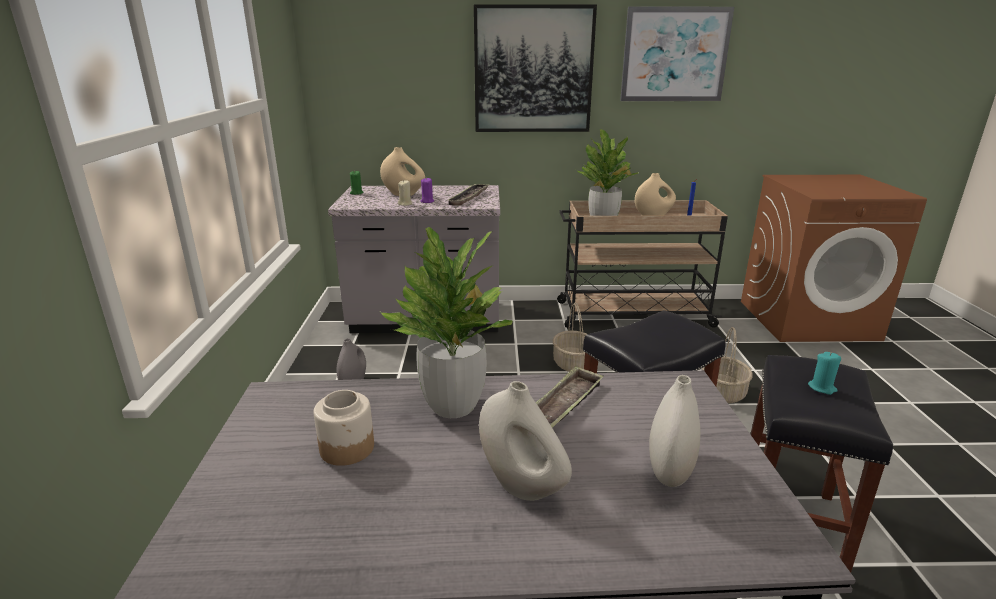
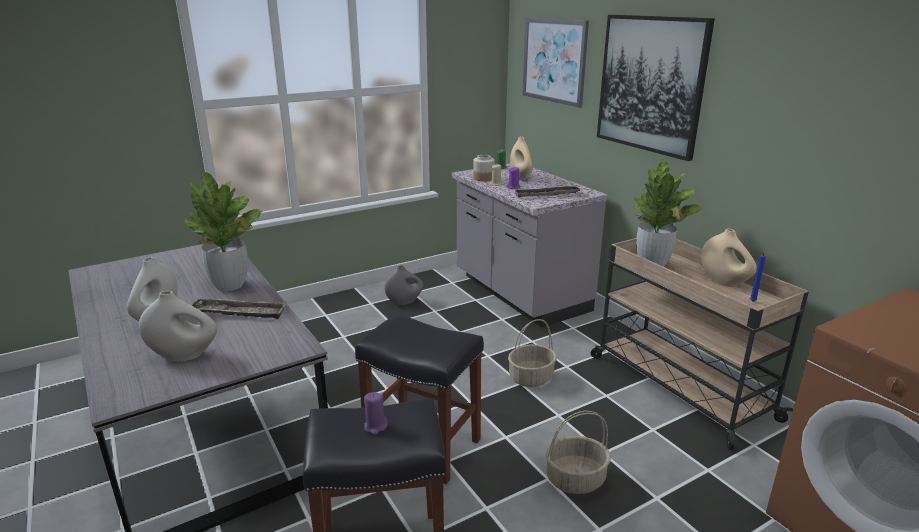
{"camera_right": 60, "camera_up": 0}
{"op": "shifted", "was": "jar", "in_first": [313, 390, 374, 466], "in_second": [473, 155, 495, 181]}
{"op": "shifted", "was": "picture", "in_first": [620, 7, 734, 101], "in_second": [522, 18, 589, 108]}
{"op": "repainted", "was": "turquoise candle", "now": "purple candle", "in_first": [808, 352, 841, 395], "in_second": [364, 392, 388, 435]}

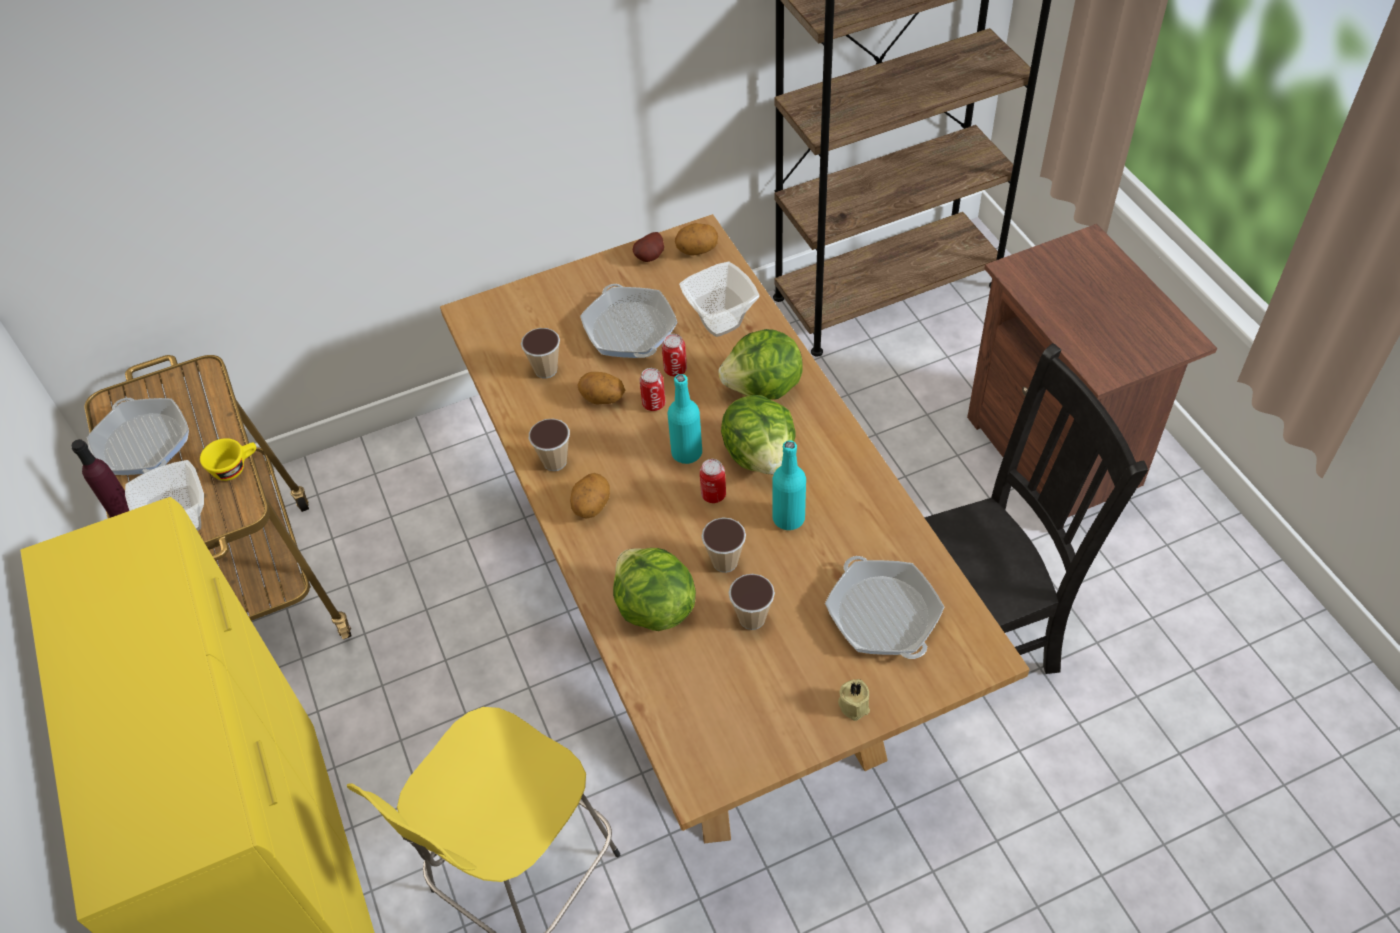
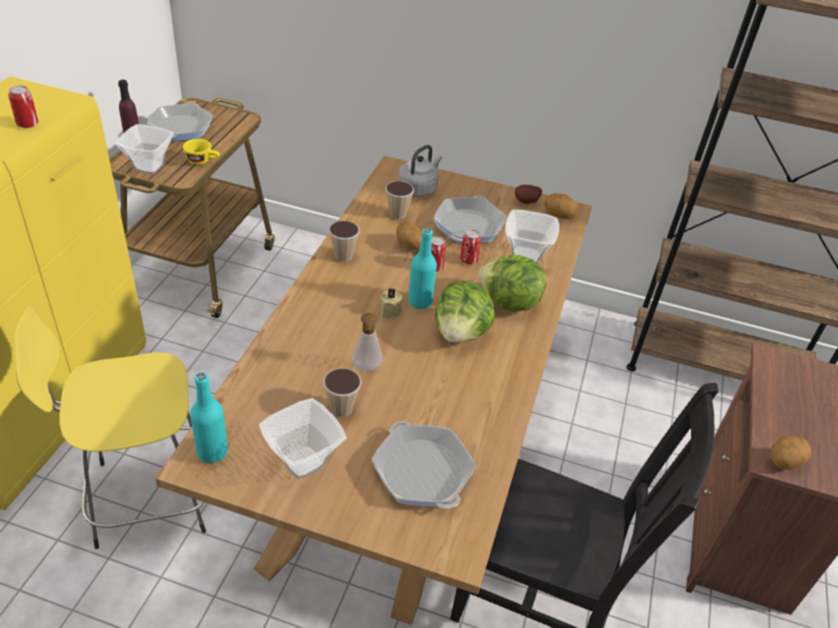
{"camera_right": 35, "camera_up": -10}
{"op": "gone", "was": "lettuce", "in_first": [613, 548, 696, 631]}
{"op": "new", "now": "bowl", "in_second": [259, 398, 346, 479]}
{"op": "new", "now": "grey kettle", "in_second": [398, 145, 442, 197]}
{"op": "shifted", "was": "potato", "in_first": [570, 473, 610, 518], "in_second": [770, 436, 811, 470]}
{"op": "shifted", "was": "can", "in_first": [700, 459, 726, 503], "in_second": [8, 85, 38, 128]}
{"op": "shifted", "was": "turquoise bottle", "in_first": [772, 440, 806, 530], "in_second": [190, 373, 228, 463]}
{"op": "shifted", "was": "beige candle", "in_first": [838, 679, 870, 721], "in_second": [380, 288, 403, 320]}
{"op": "swapped", "was": "cup", "now": "soap dispenser", "in_first": [701, 517, 746, 573], "in_second": [351, 313, 383, 371]}
{"op": "rotated", "was": "frying pan", "in_first": [825, 556, 944, 659], "in_second": [372, 421, 476, 509], "clockwise": -45}

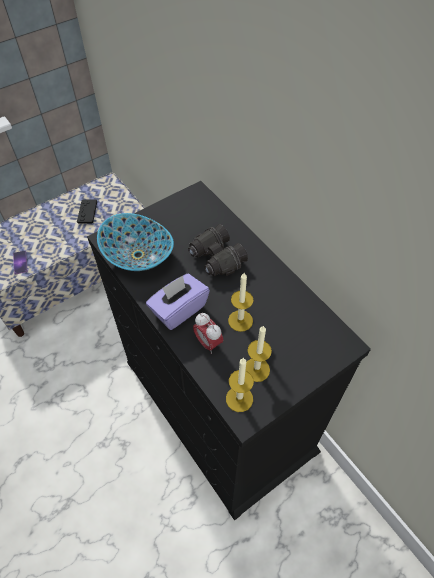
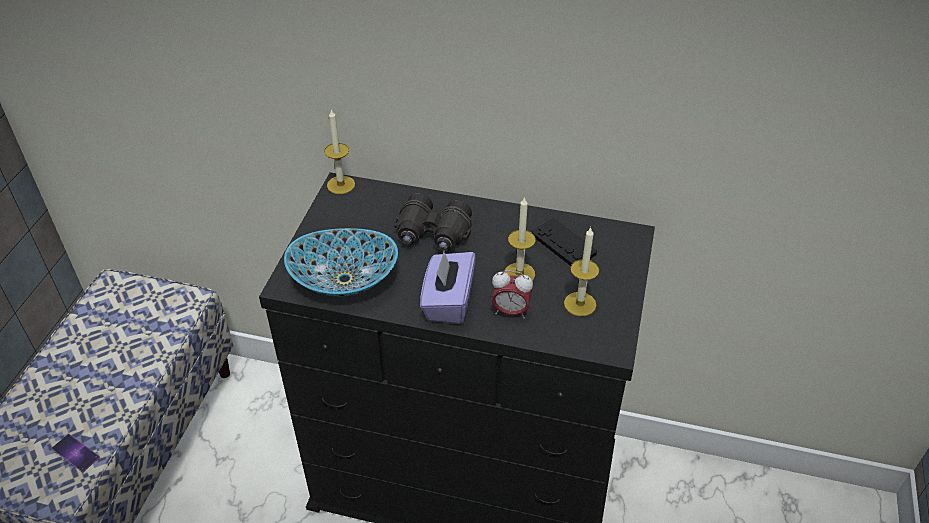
{"camera_right": -40, "camera_up": -10}
{"op": "shifted", "was": "black game controller", "in_first": [77, 199, 97, 224], "in_second": [531, 219, 597, 266]}
{"op": "shifted", "was": "candle", "in_first": [226, 358, 254, 412], "in_second": [324, 109, 355, 194]}

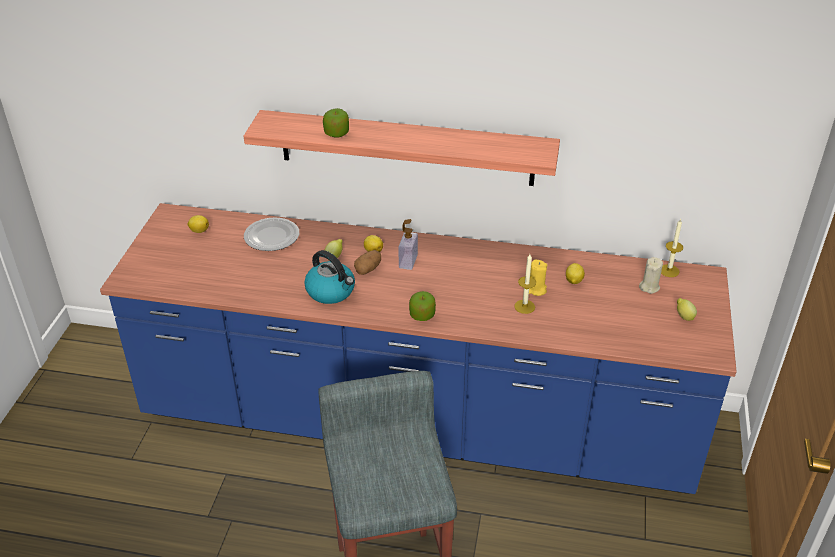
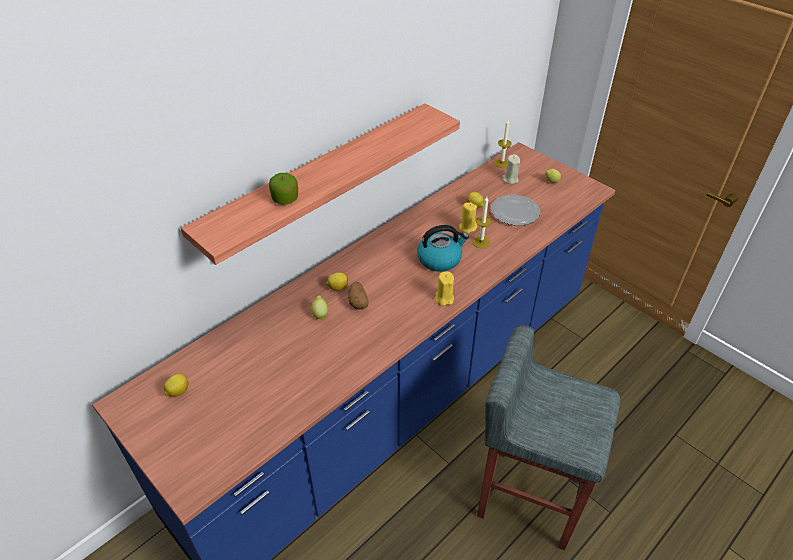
{"camera_right": -55, "camera_up": 5}
{"op": "gone", "was": "soap dispenser", "in_first": [398, 219, 418, 270]}
{"op": "shifted", "was": "plate", "in_first": [244, 218, 299, 251], "in_second": [491, 195, 540, 226]}
{"op": "shifted", "was": "kettle", "in_first": [304, 250, 355, 304], "in_second": [417, 225, 469, 272]}
{"op": "swapped", "was": "apple", "now": "yellow candle", "in_first": [409, 291, 436, 321], "in_second": [435, 271, 454, 306]}

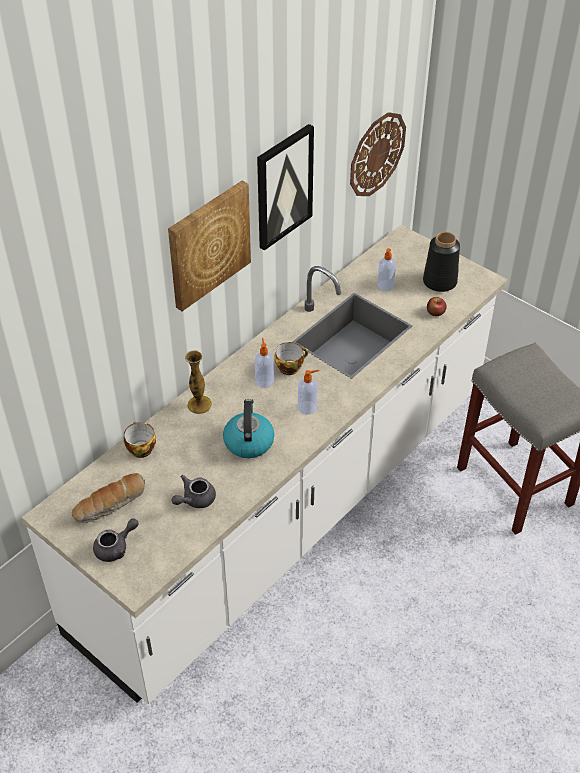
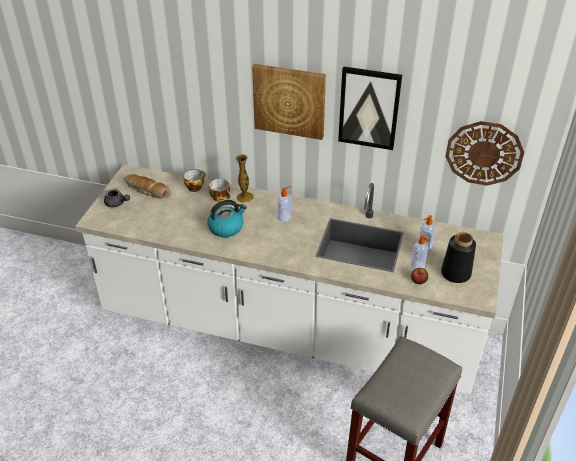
{"camera_right": 65, "camera_up": -5}
{"op": "gone", "was": "grey teapot", "in_first": [172, 475, 216, 508]}
{"op": "shifted", "was": "cup", "in_first": [275, 342, 308, 375], "in_second": [209, 179, 231, 202]}
{"op": "shifted", "was": "soap dispenser", "in_first": [298, 370, 319, 415], "in_second": [411, 235, 430, 269]}

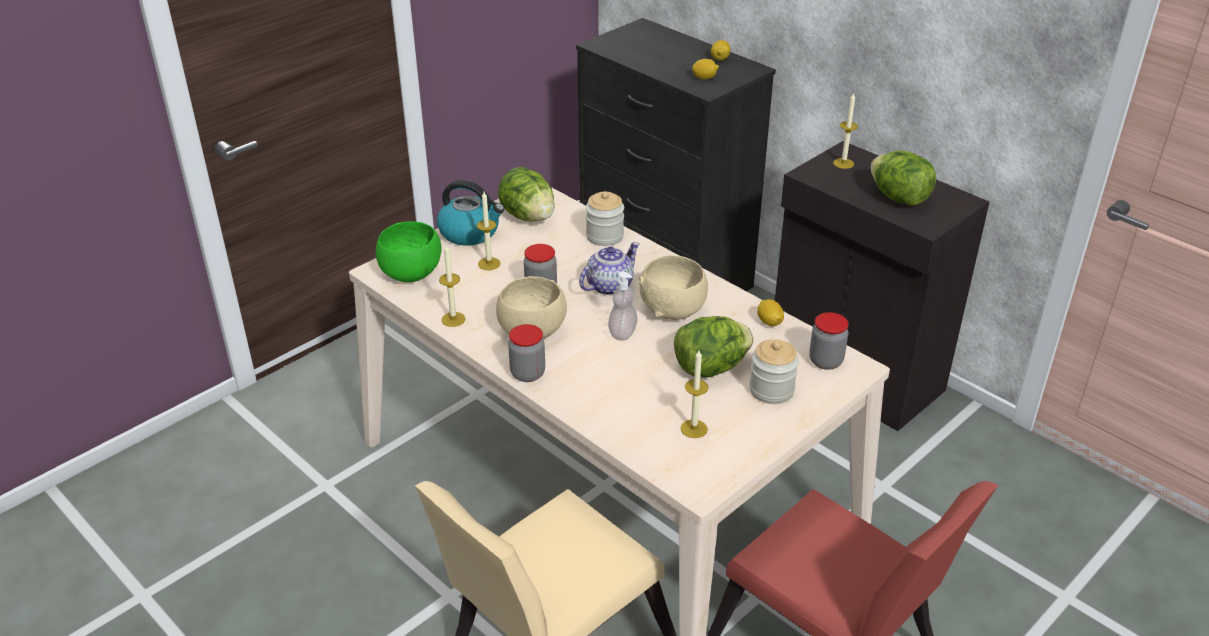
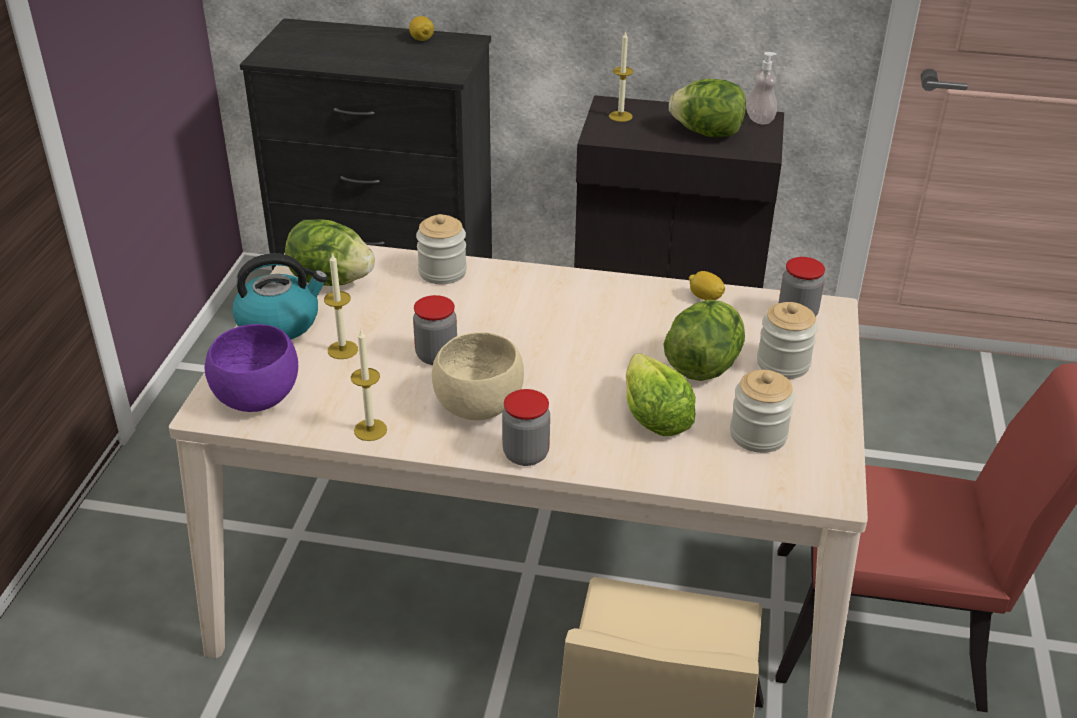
{"camera_right": -35, "camera_up": 0}
{"op": "gone", "was": "teapot", "in_first": [579, 242, 640, 295]}
{"op": "gone", "was": "beige bowl", "in_first": [638, 255, 708, 320]}
{"op": "gone", "was": "lemon", "in_first": [692, 59, 719, 80]}
{"op": "new", "now": "lettuce", "in_second": [626, 353, 696, 436]}
{"op": "shifted", "was": "soap dispenser", "in_first": [608, 272, 638, 341], "in_second": [746, 52, 777, 125]}
{"op": "swapped", "was": "candle", "now": "jar", "in_first": [681, 350, 709, 438], "in_second": [730, 370, 795, 453]}
{"op": "repainted", "was": "green bowl", "now": "purple bowl", "in_first": [376, 221, 441, 282], "in_second": [205, 324, 298, 412]}

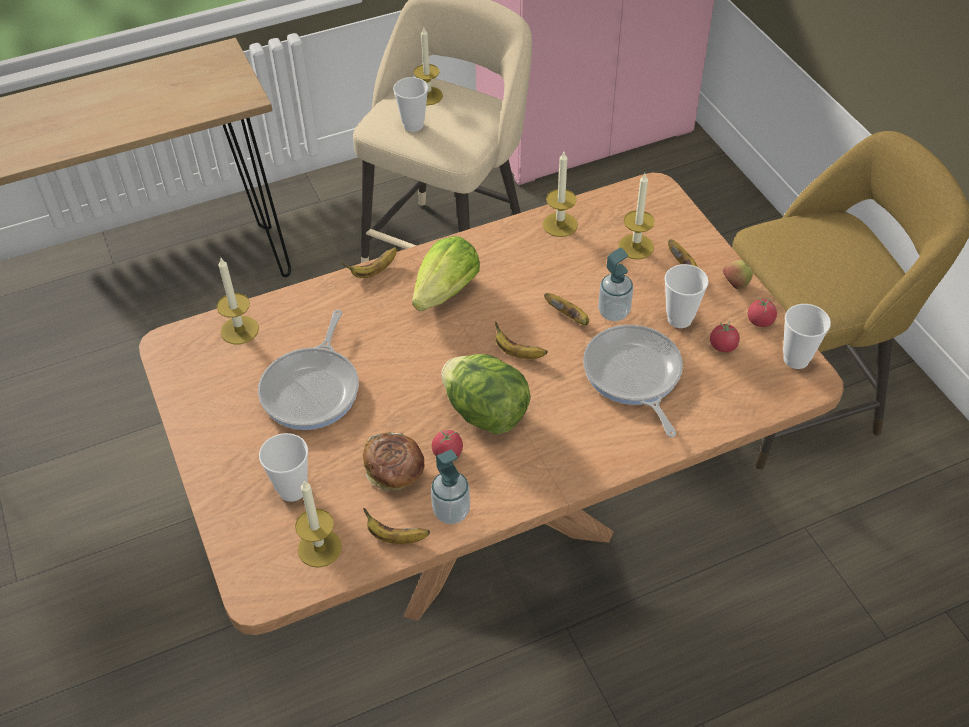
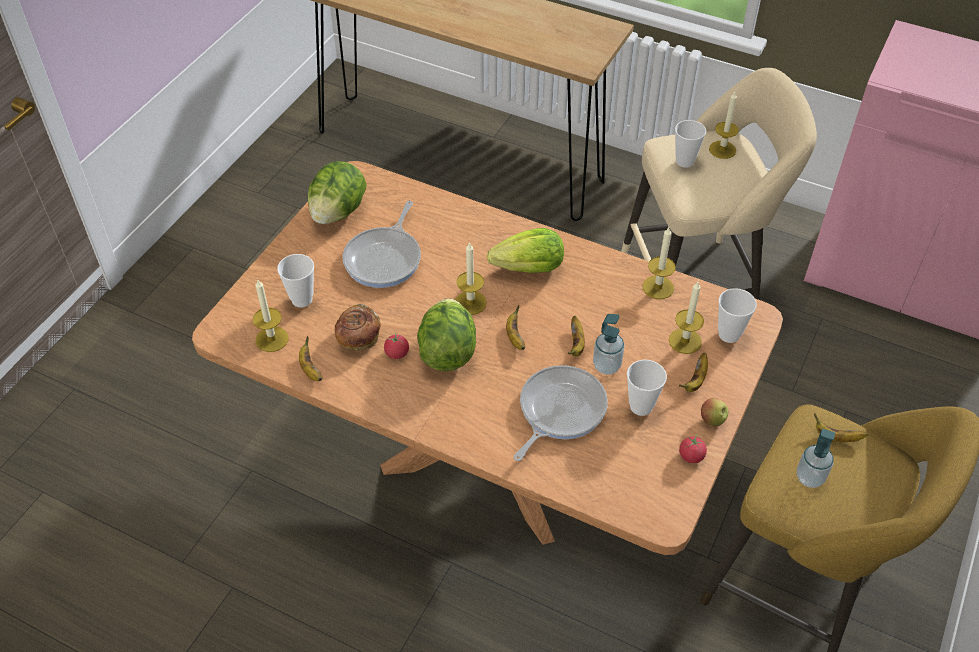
{"camera_right": 50, "camera_up": 0}
{"op": "gone", "was": "tomato", "in_first": [710, 321, 740, 352]}
{"op": "new", "now": "lettuce", "in_second": [308, 161, 367, 224]}
{"op": "shifted", "was": "candle", "in_first": [217, 258, 259, 344], "in_second": [455, 242, 487, 315]}
{"op": "shifted", "was": "banana", "in_first": [342, 247, 397, 278], "in_second": [814, 413, 868, 442]}
{"op": "shifted", "was": "soap dispenser", "in_first": [431, 450, 470, 524], "in_second": [797, 429, 835, 488]}
{"op": "shifted", "was": "cup", "in_first": [783, 304, 831, 369], "in_second": [718, 288, 757, 343]}
{"op": "rotated", "was": "frying pan", "in_first": [258, 310, 359, 430], "in_second": [342, 201, 421, 288], "clockwise": -45}

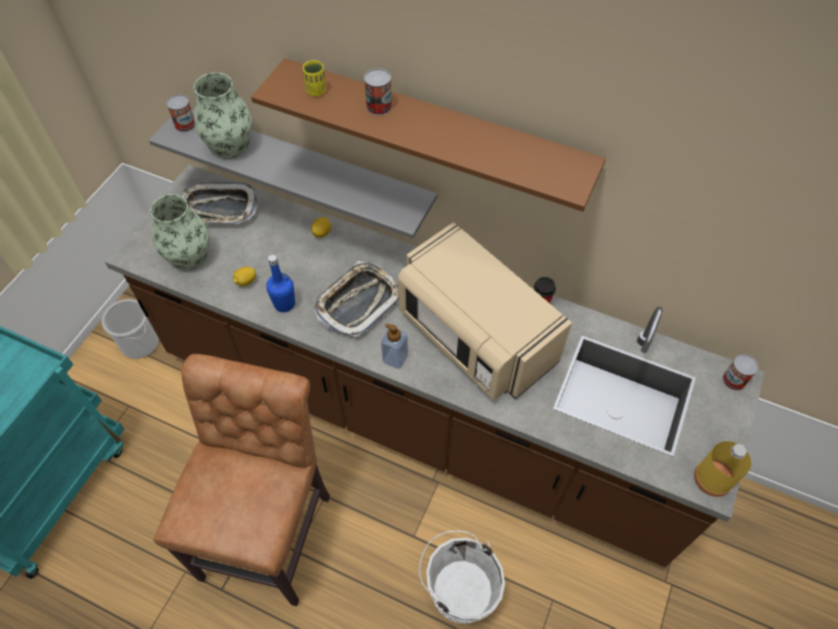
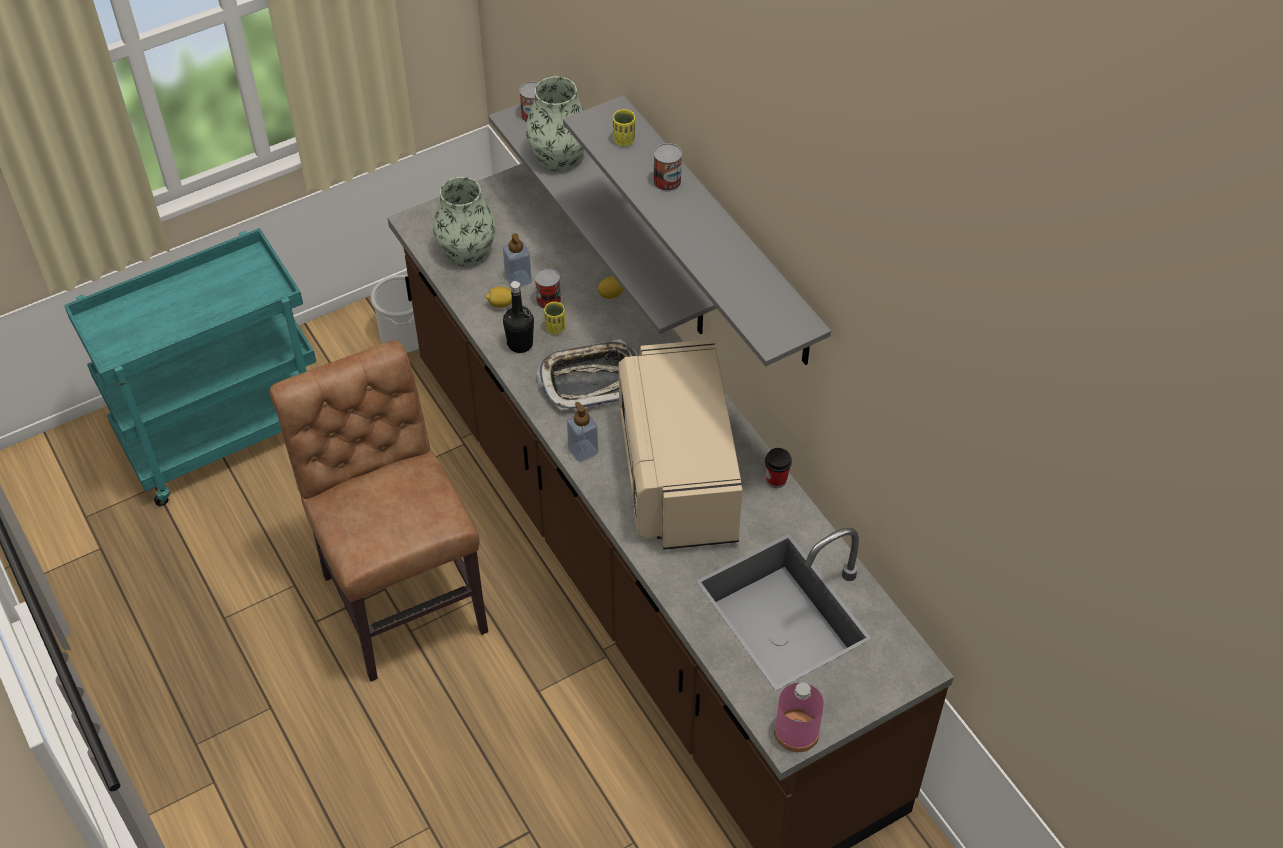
{"camera_right": 35, "camera_up": -5}
{"op": "gone", "was": "tray", "in_first": [180, 182, 258, 224]}
{"op": "gone", "was": "white bucket", "in_first": [419, 530, 505, 624]}
{"op": "new", "now": "soap dispenser", "in_second": [503, 233, 532, 287]}
{"op": "new", "now": "yellow cup", "in_second": [544, 302, 565, 334]}
{"op": "shifted", "was": "can", "in_first": [722, 354, 758, 391], "in_second": [535, 268, 561, 309]}
{"op": "repainted", "was": "brown shelf", "now": "grey shelf", "in_first": [251, 58, 606, 211], "in_second": [563, 95, 831, 366]}
{"op": "repainted", "was": "blue bottle", "now": "black bottle", "in_first": [266, 255, 295, 312], "in_second": [503, 281, 534, 353]}
{"op": "repainted", "was": "yellow bottle", "now": "pink bottle", "in_first": [694, 441, 751, 497], "in_second": [774, 682, 824, 752]}
{"op": "rotated", "was": "brown chair", "in_first": [153, 354, 330, 606], "in_second": [270, 341, 488, 682], "clockwise": -75}

